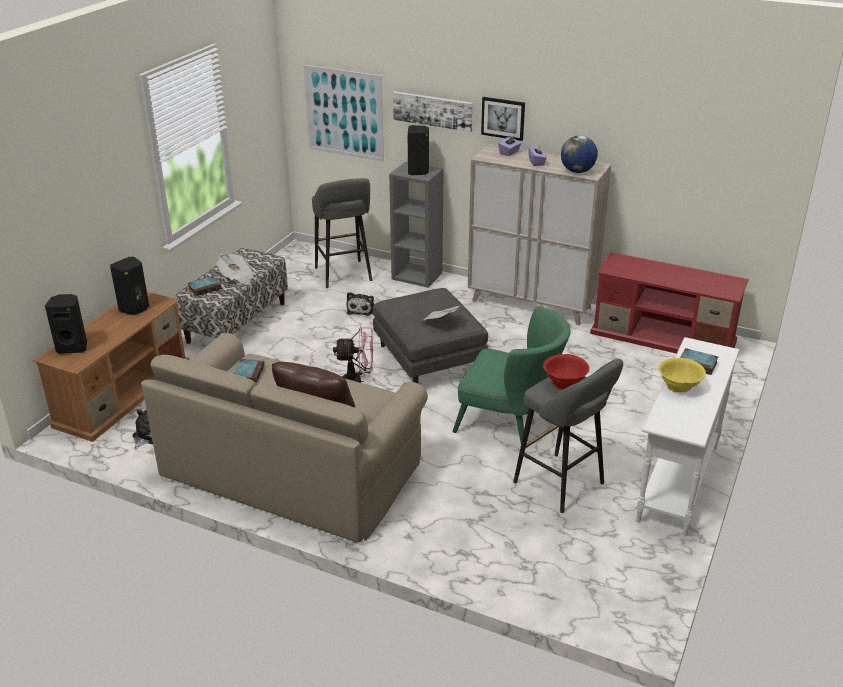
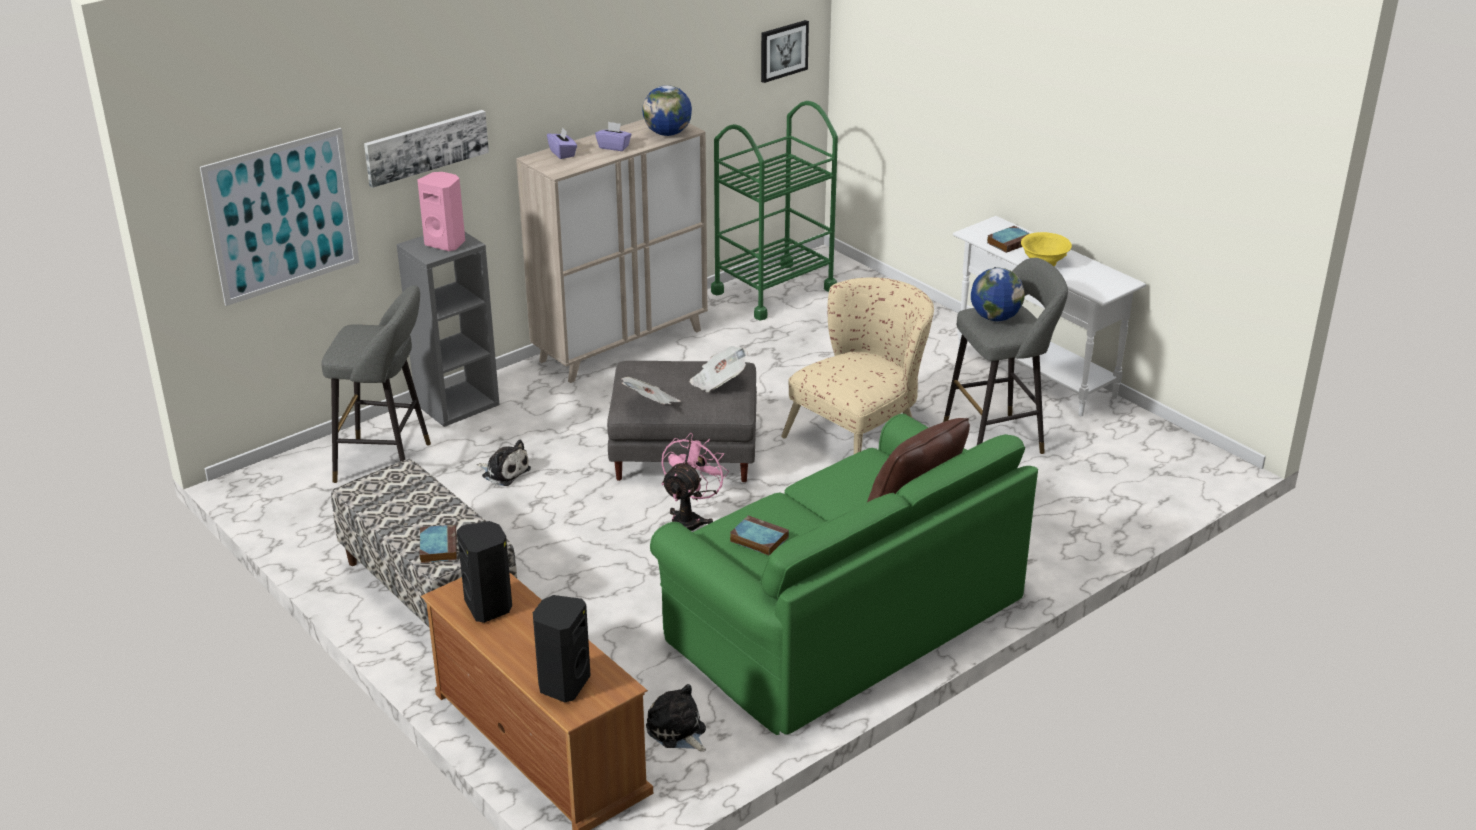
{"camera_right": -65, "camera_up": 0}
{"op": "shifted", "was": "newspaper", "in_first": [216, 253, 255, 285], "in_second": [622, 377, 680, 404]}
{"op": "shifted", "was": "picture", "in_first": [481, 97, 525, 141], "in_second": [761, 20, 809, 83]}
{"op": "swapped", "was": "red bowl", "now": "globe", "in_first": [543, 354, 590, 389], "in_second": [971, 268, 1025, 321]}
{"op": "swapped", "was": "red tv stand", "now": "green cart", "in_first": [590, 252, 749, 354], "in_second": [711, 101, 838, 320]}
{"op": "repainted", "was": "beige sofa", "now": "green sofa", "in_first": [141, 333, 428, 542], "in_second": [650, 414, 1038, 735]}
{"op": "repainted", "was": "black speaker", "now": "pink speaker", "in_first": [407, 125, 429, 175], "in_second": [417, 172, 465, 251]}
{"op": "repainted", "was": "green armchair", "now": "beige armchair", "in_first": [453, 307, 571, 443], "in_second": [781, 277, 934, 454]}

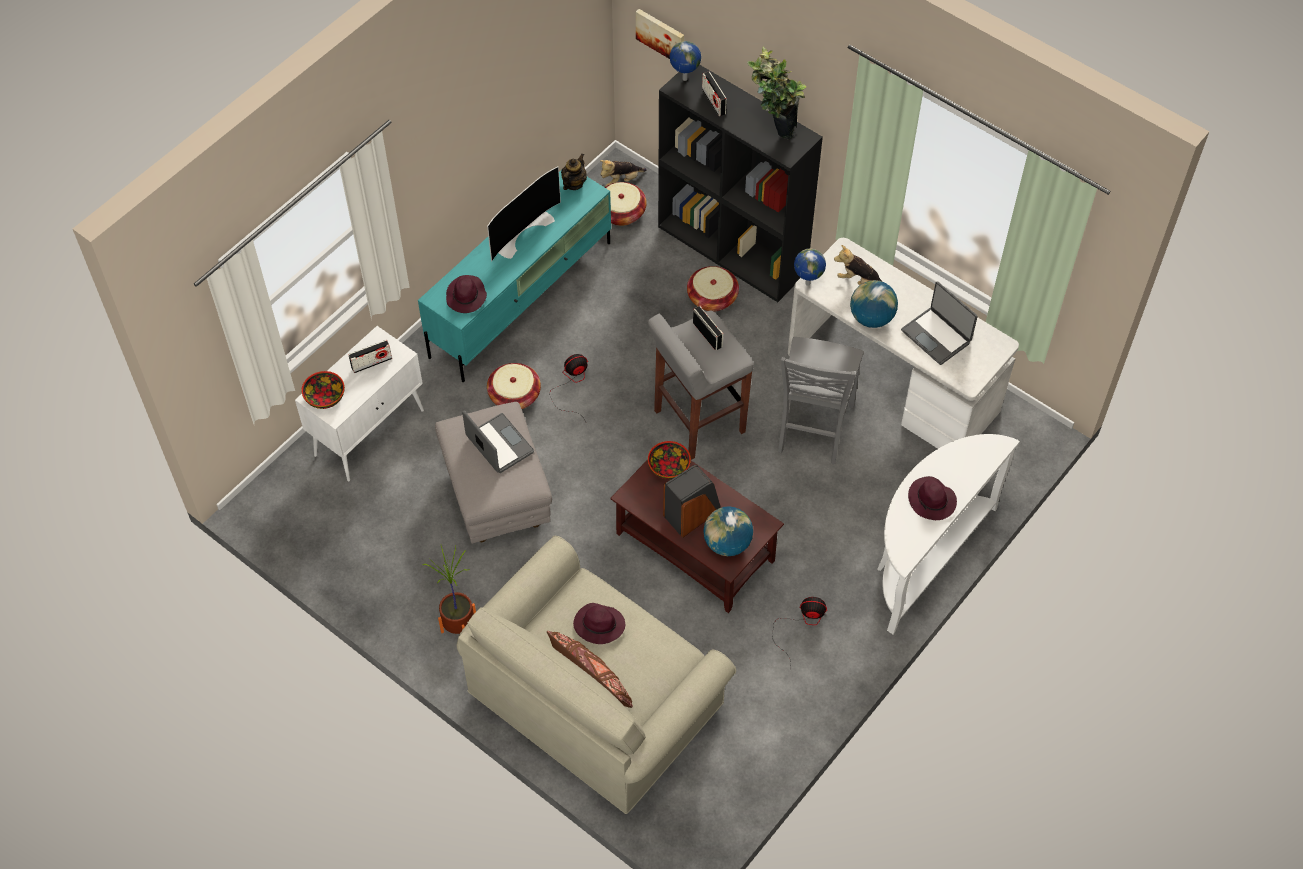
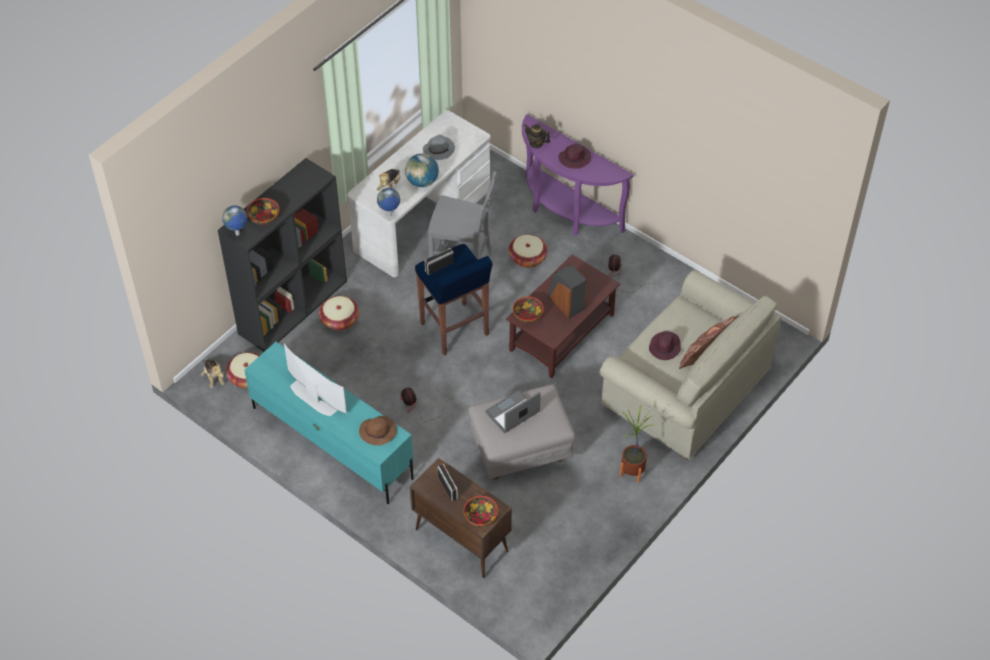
{"camera_right": -90, "camera_up": -5}
{"op": "gone", "was": "picture", "in_first": [636, 9, 684, 59]}
{"op": "gone", "was": "globe", "in_first": [703, 506, 753, 556]}
{"op": "gone", "was": "potted plant", "in_first": [747, 47, 807, 140]}
{"op": "shifted", "was": "basket", "in_first": [487, 363, 541, 409], "in_second": [509, 234, 548, 268]}
{"op": "shifted", "was": "teapot", "in_first": [561, 153, 587, 190], "in_second": [524, 123, 551, 148]}
{"op": "swapped", "was": "radio", "now": "bowl", "in_first": [702, 71, 727, 116], "in_second": [247, 198, 279, 225]}
{"op": "swapped", "was": "laptop", "now": "grey hat", "in_first": [901, 281, 978, 365], "in_second": [423, 135, 455, 160]}
{"op": "repainted", "was": "white cabinet", "now": "brown cabinet", "in_first": [295, 326, 424, 481], "in_second": [410, 458, 512, 578]}
{"op": "repainted", "was": "purple hat", "now": "brown hat", "in_first": [446, 275, 487, 313], "in_second": [359, 416, 397, 446]}
{"op": "repainted", "was": "grey stool", "now": "blue stool", "in_first": [648, 310, 754, 460], "in_second": [415, 244, 493, 356]}
{"op": "repainted", "was": "white console table", "now": "purple console table", "in_first": [877, 434, 1020, 634], "in_second": [522, 114, 634, 236]}

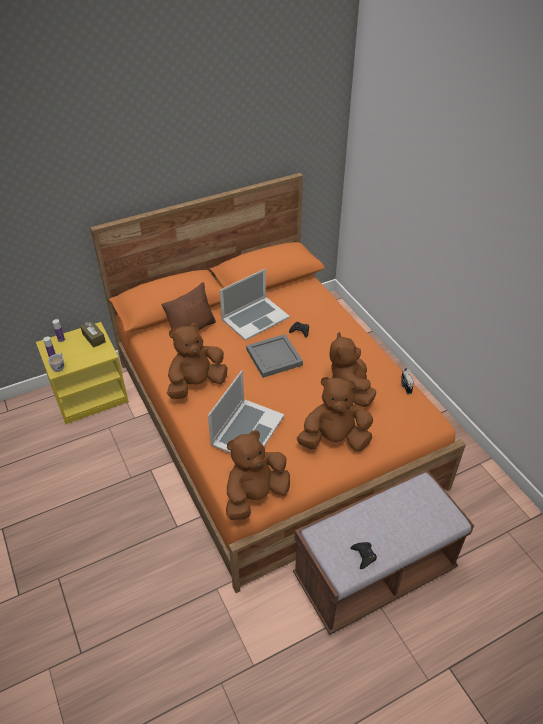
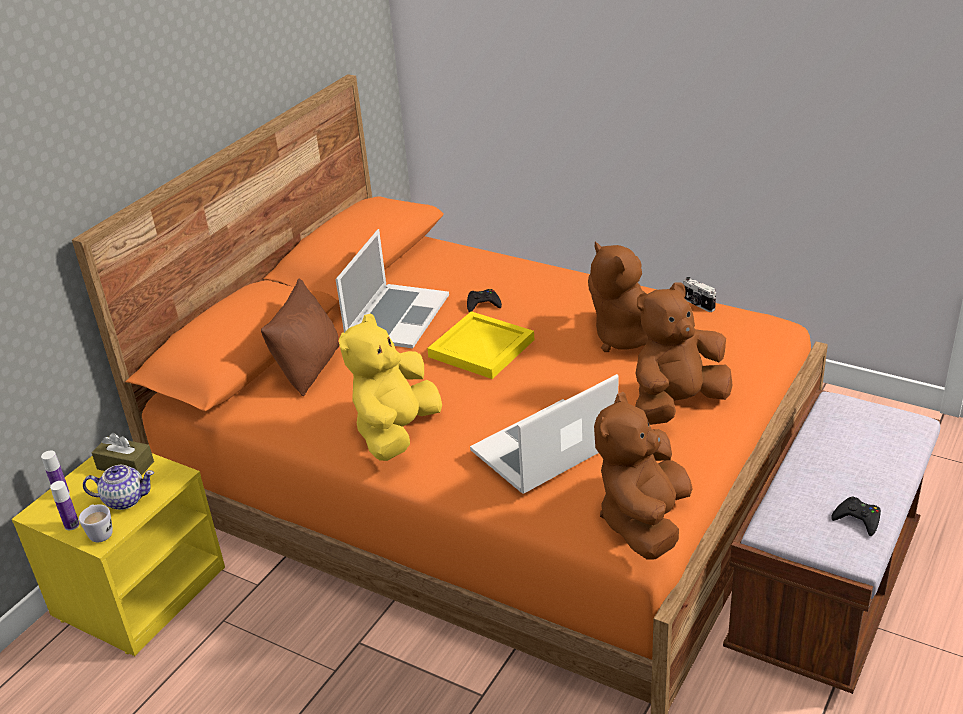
{"camera_right": -30, "camera_up": -10}
{"op": "new", "now": "teapot", "in_second": [83, 465, 154, 510]}
{"op": "repainted", "was": "brown plush toy", "now": "yellow plush toy", "in_first": [167, 323, 227, 399], "in_second": [339, 313, 442, 461]}
{"op": "repainted", "was": "grey tray", "now": "yellow tray", "in_first": [246, 334, 303, 378], "in_second": [427, 311, 534, 379]}
{"op": "rotated", "was": "laptop", "in_first": [208, 370, 284, 453], "in_second": [470, 374, 618, 494], "clockwise": -120}

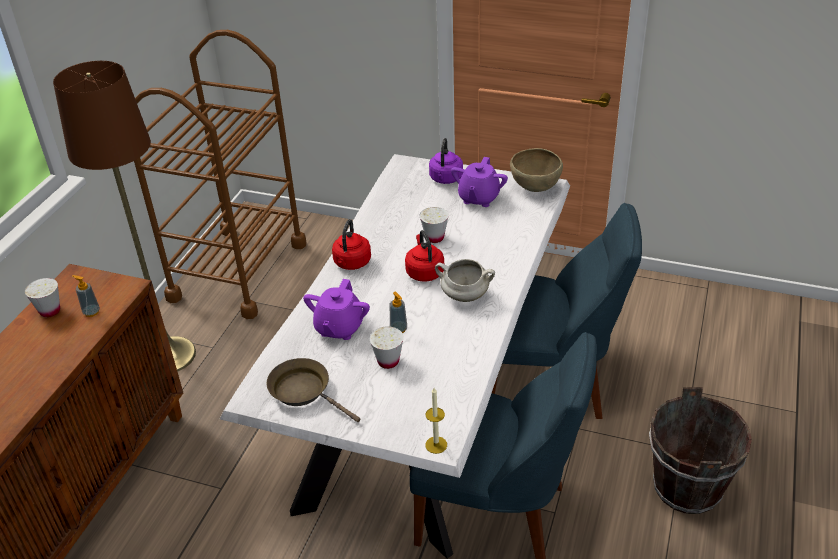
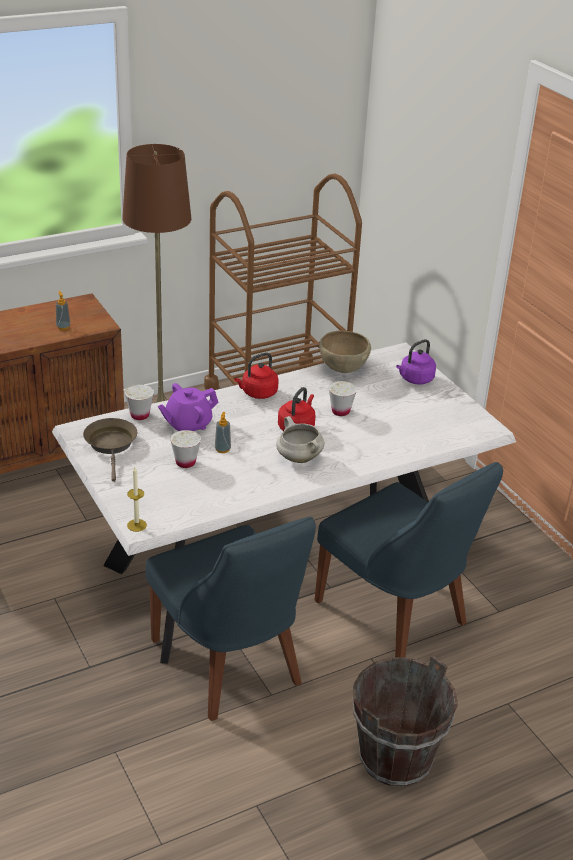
{"camera_right": 40, "camera_up": -5}
{"op": "gone", "was": "purple teapot", "in_first": [451, 157, 508, 207]}
{"op": "shifted", "was": "white cup", "in_first": [25, 278, 60, 317], "in_second": [125, 384, 154, 420]}
{"op": "shifted", "was": "brown bowl", "in_first": [510, 148, 563, 192], "in_second": [319, 330, 371, 373]}

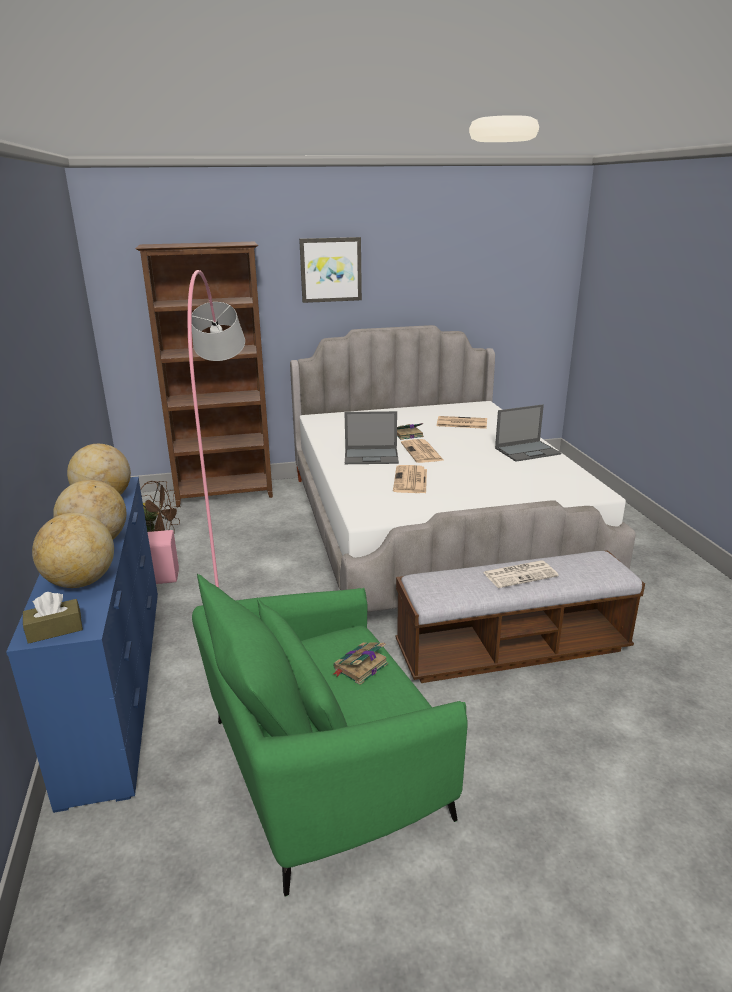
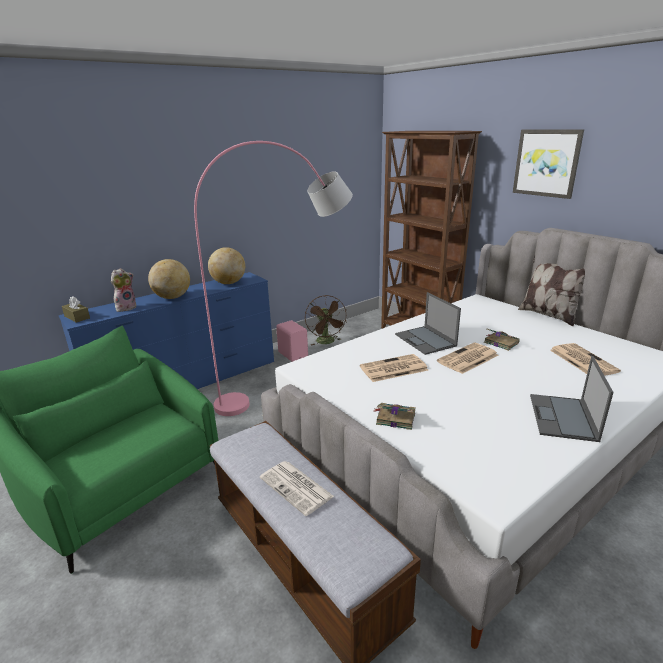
{"camera_right": 65, "camera_up": 0}
{"op": "new", "now": "pillow", "in_second": [518, 255, 585, 326]}
{"op": "shifted", "was": "book", "in_first": [332, 643, 388, 685], "in_second": [375, 403, 416, 430]}
{"op": "swapped", "was": "globe", "now": "plush toy", "in_first": [32, 513, 114, 588], "in_second": [111, 268, 136, 312]}
{"op": "rotated", "was": "laptop", "in_first": [495, 404, 561, 462], "in_second": [530, 356, 614, 442], "clockwise": 60}

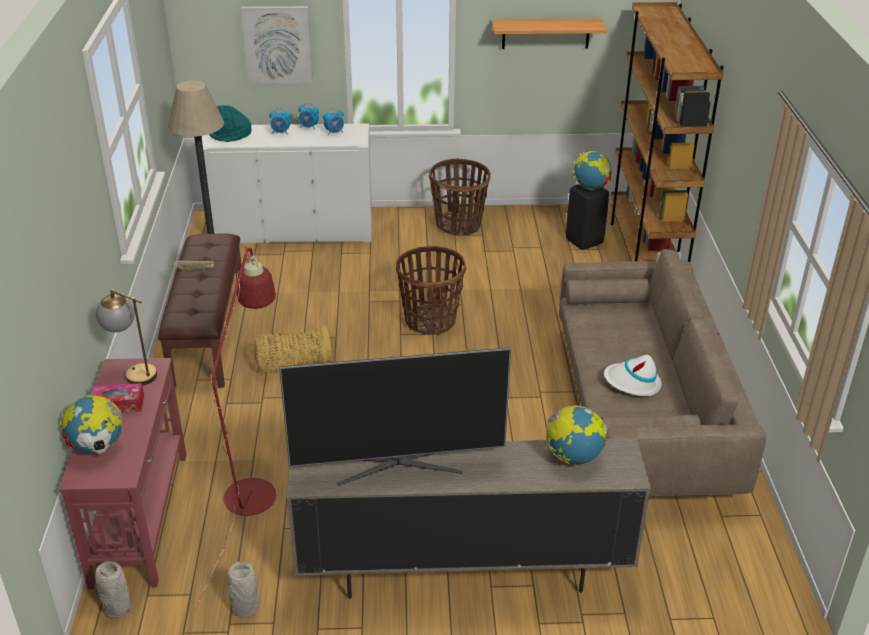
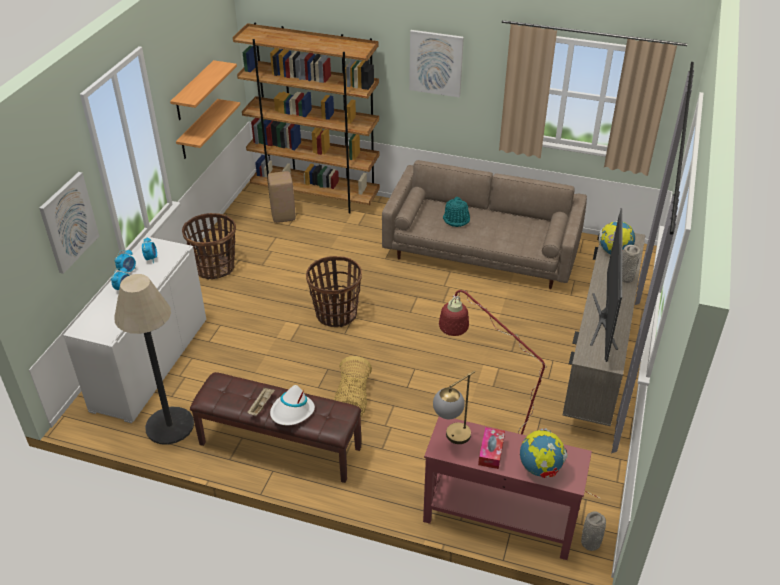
{"camera_right": -70, "camera_up": 5}
{"op": "gone", "was": "globe", "in_first": [573, 150, 612, 190]}
{"op": "new", "now": "shelf", "in_second": [176, 99, 240, 159]}
{"op": "new", "now": "picture", "in_second": [409, 30, 464, 97]}
{"op": "shifted", "was": "turquoise hat", "in_first": [209, 105, 251, 142], "in_second": [443, 197, 470, 227]}
{"op": "shifted", "was": "grey vase", "in_first": [228, 561, 258, 617], "in_second": [622, 245, 640, 283]}
{"op": "shifted", "was": "white hat", "in_first": [604, 355, 661, 396], "in_second": [270, 385, 315, 425]}
{"op": "repainted", "was": "black stool", "now": "beige stool", "in_first": [566, 184, 609, 250], "in_second": [268, 171, 296, 223]}

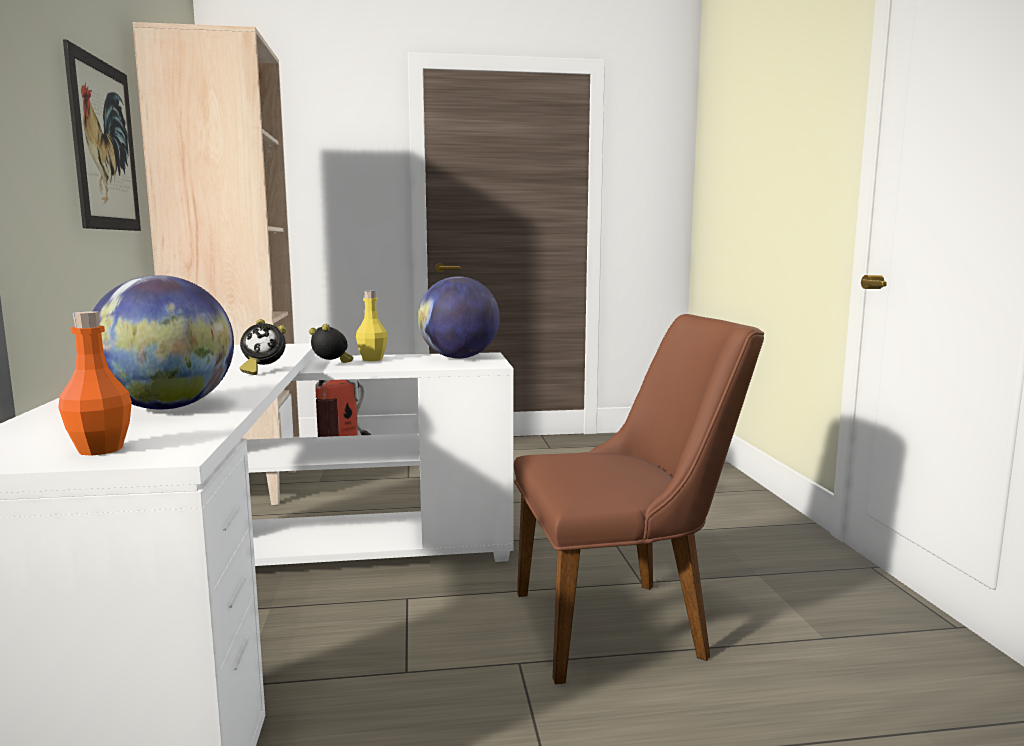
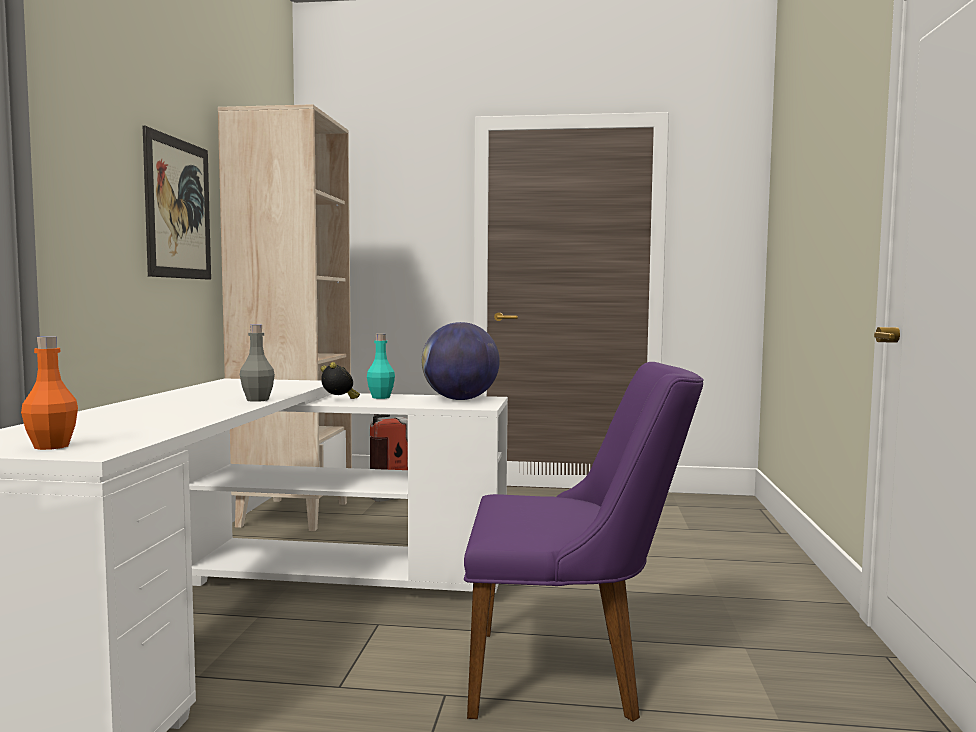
{"camera_right": 15, "camera_up": -5}
{"op": "gone", "was": "globe", "in_first": [93, 275, 234, 409]}
{"op": "swapped", "was": "alarm clock", "now": "grey bottle", "in_first": [240, 319, 287, 375], "in_second": [240, 325, 275, 402]}
{"op": "repainted", "was": "yellow bottle", "now": "turquoise bottle", "in_first": [356, 291, 388, 361], "in_second": [367, 334, 395, 399]}
{"op": "repainted", "was": "brown chair", "now": "purple chair", "in_first": [514, 314, 764, 684], "in_second": [464, 362, 704, 722]}

